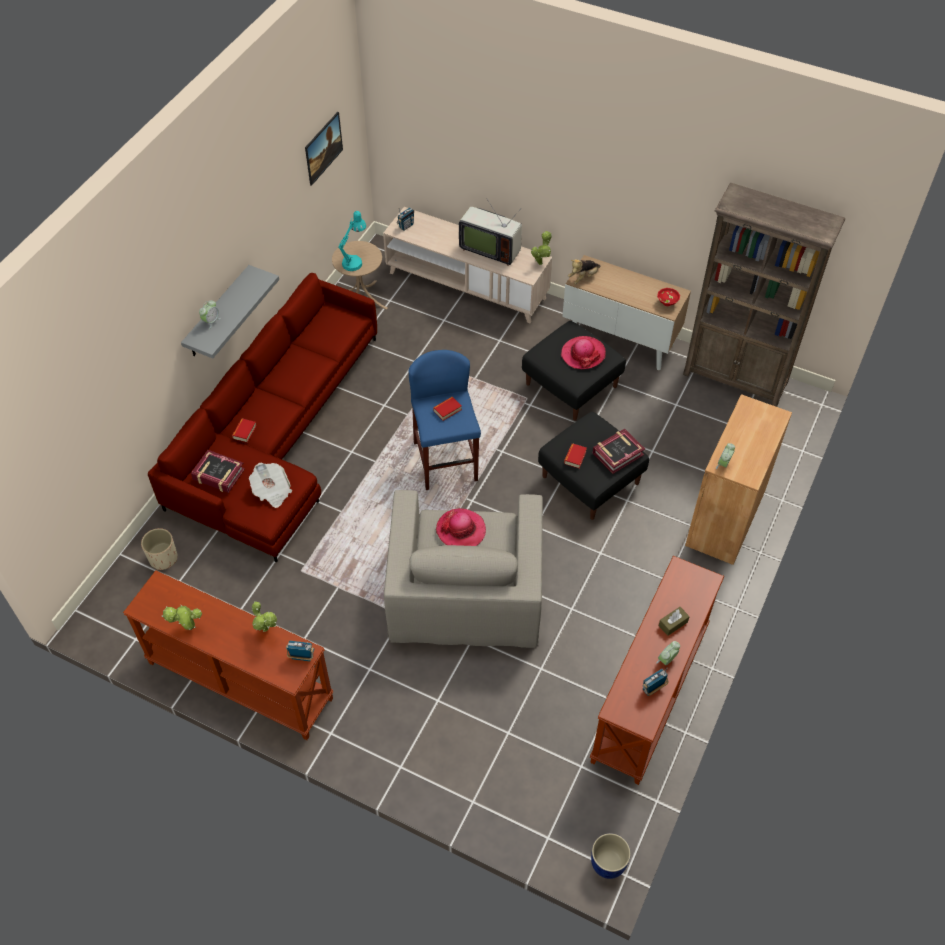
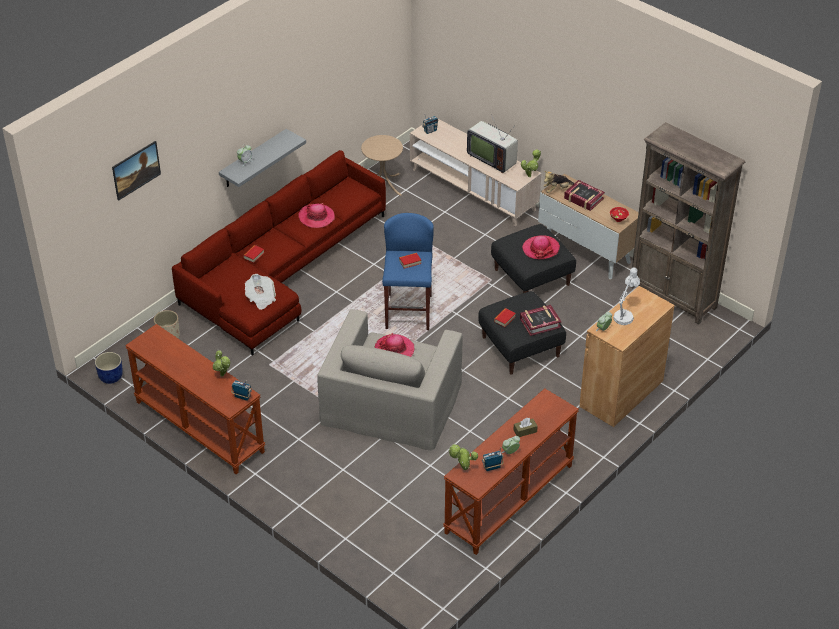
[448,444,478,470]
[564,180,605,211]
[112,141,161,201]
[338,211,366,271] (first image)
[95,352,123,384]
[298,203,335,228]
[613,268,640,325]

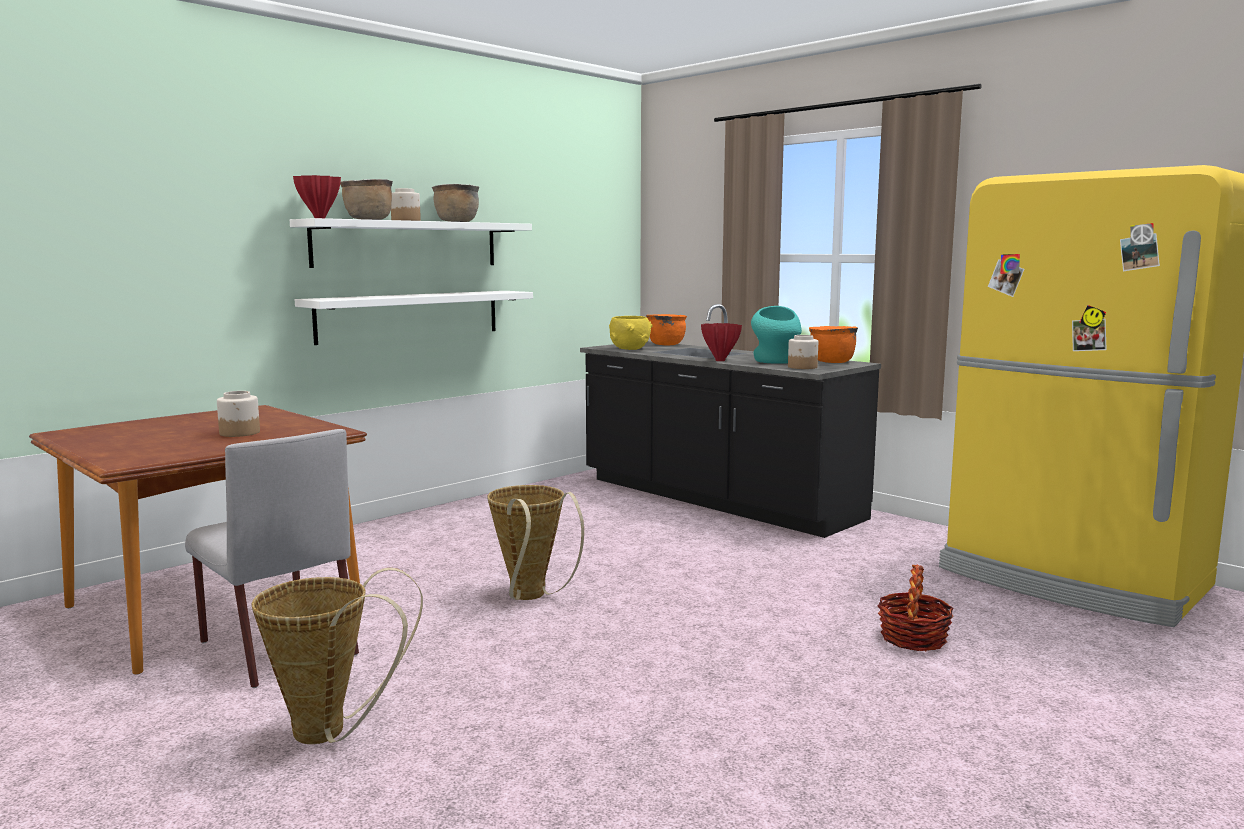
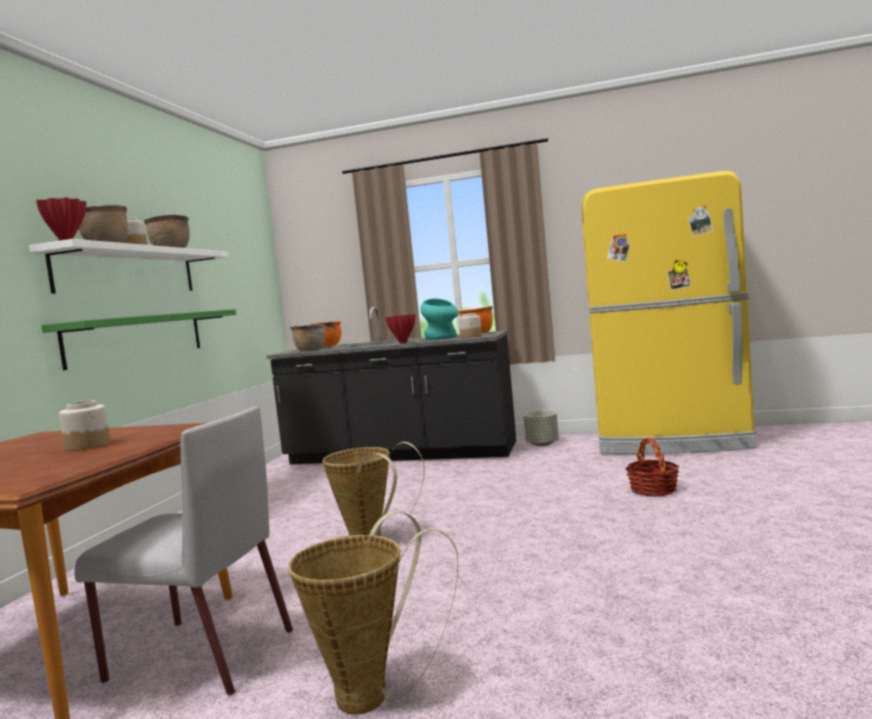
[41,309,236,371]
[290,324,325,351]
[523,410,559,446]

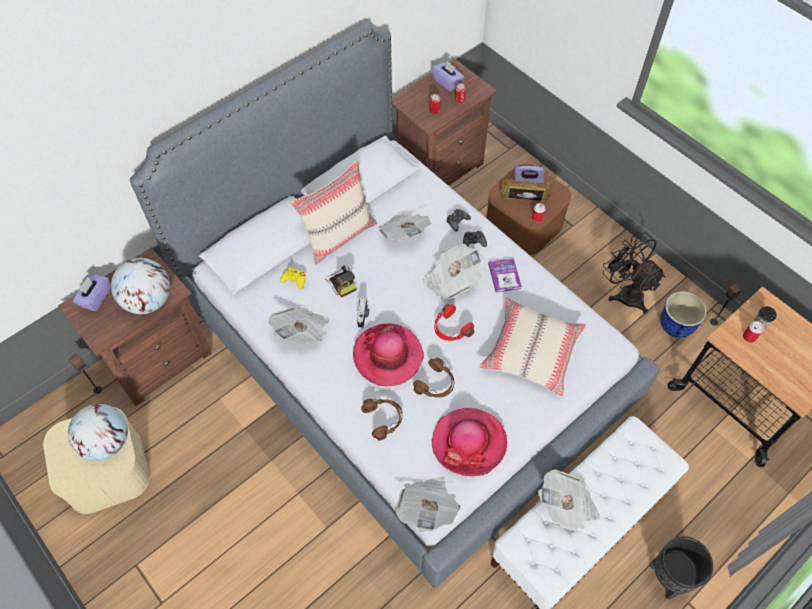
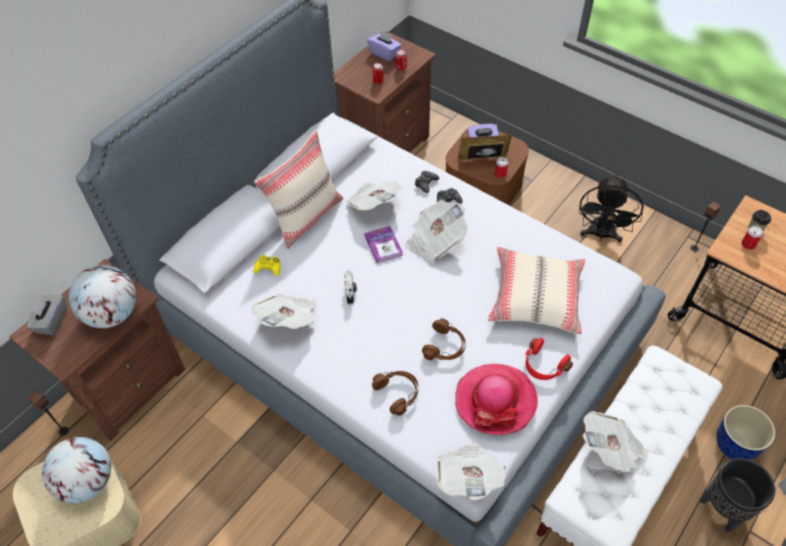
[26,295,67,335]
[325,265,357,297] (first image)
[353,323,424,386] (first image)
[526,338,573,380]
[364,226,403,263]
[579,174,643,242]
[716,405,776,460]

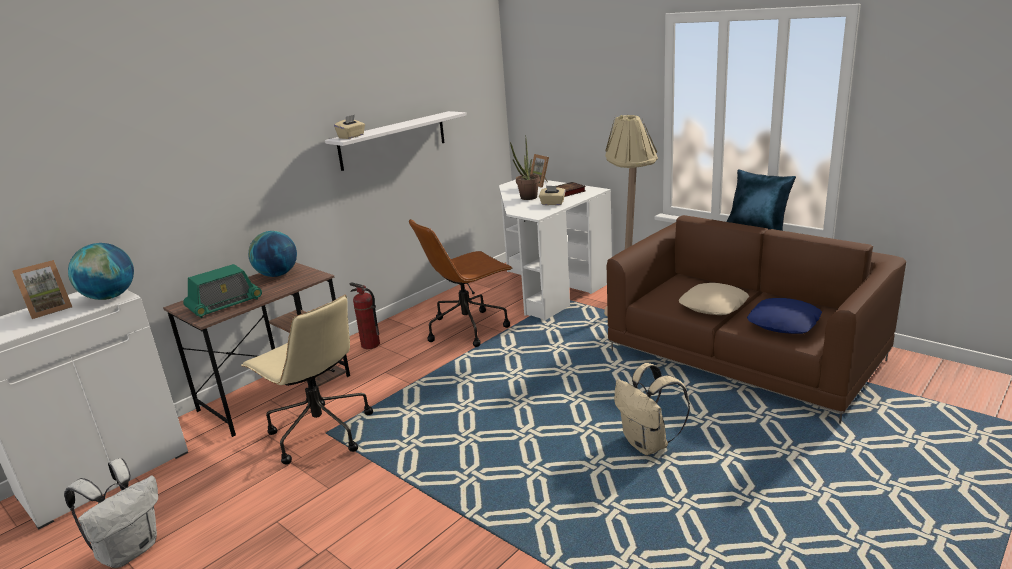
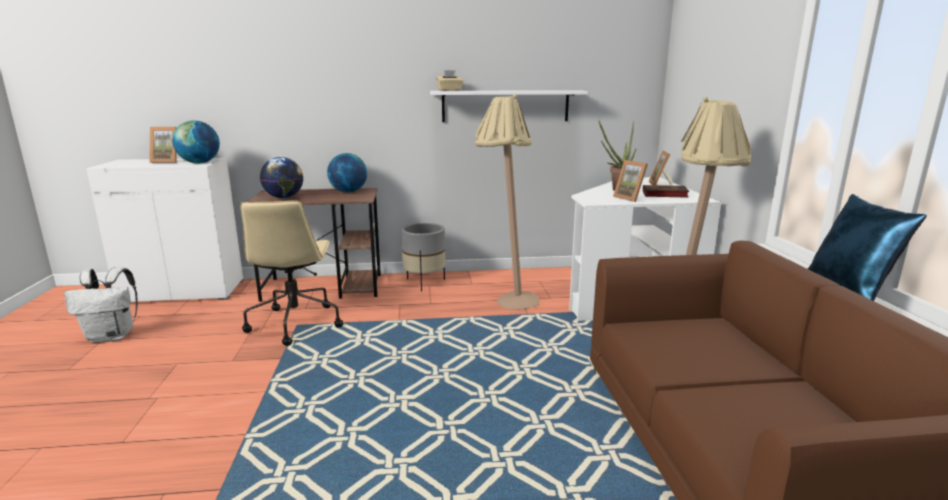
[260,157,303,198]
[401,223,445,292]
[475,94,540,310]
[613,160,648,202]
[614,363,690,455] (first image)
[679,283,749,315] (first image)
[747,298,822,334] (first image)

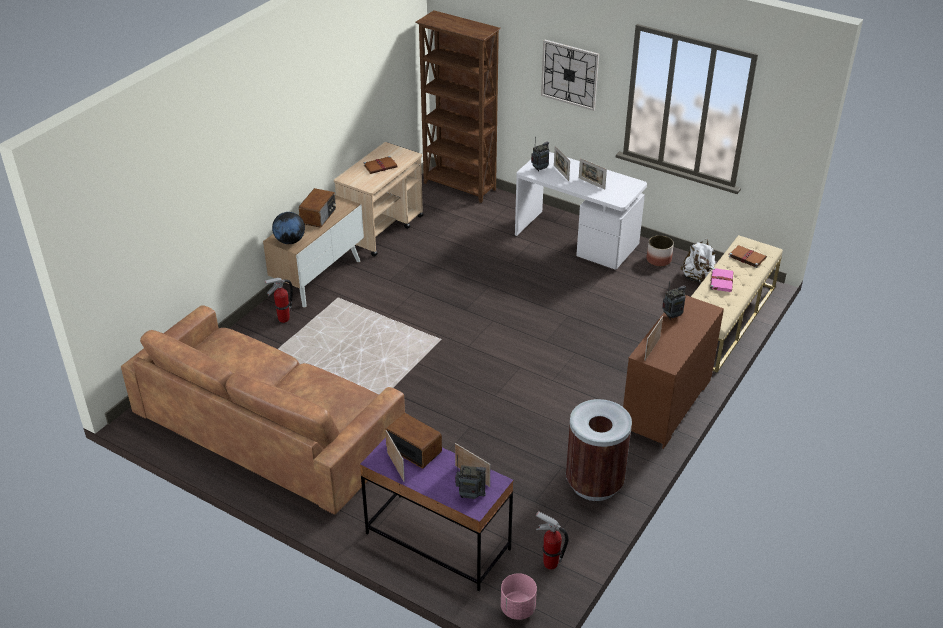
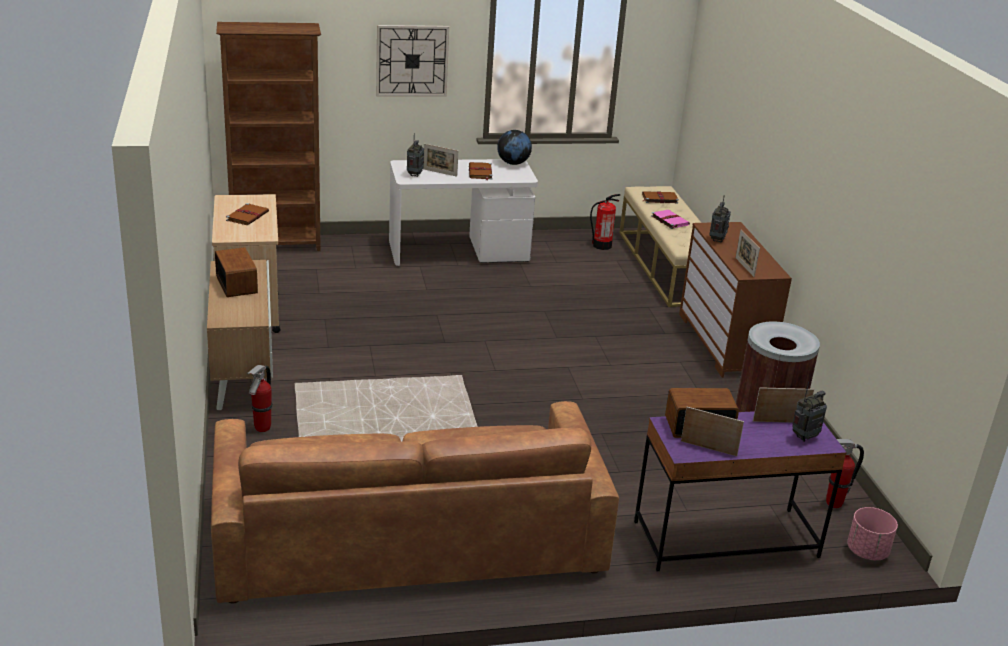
[497,130,532,165]
[469,162,492,180]
[646,235,674,266] (first image)
[590,194,620,250]

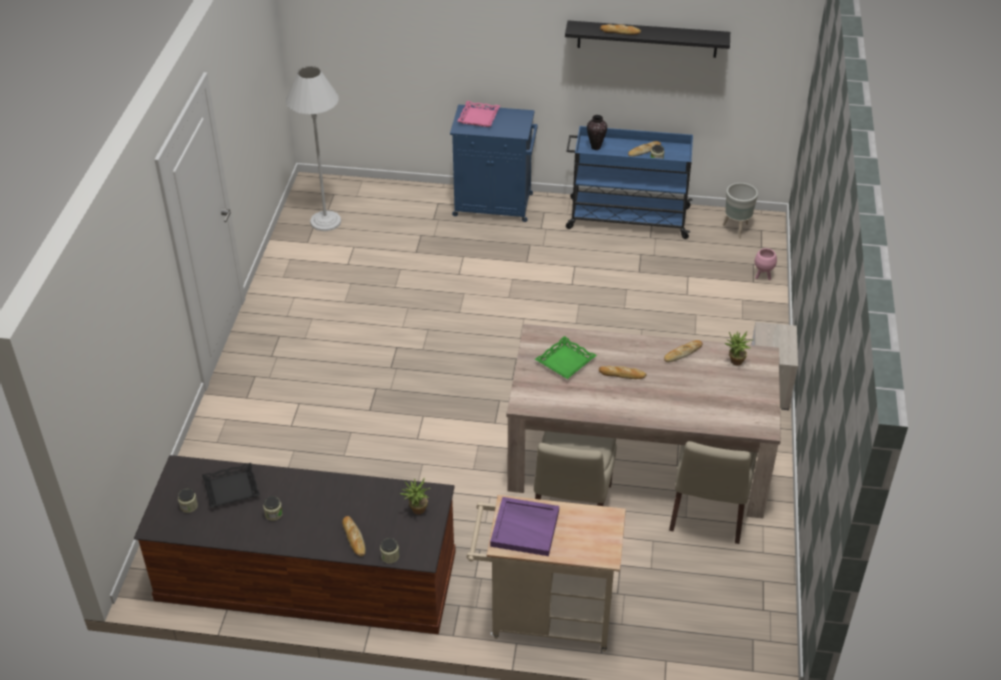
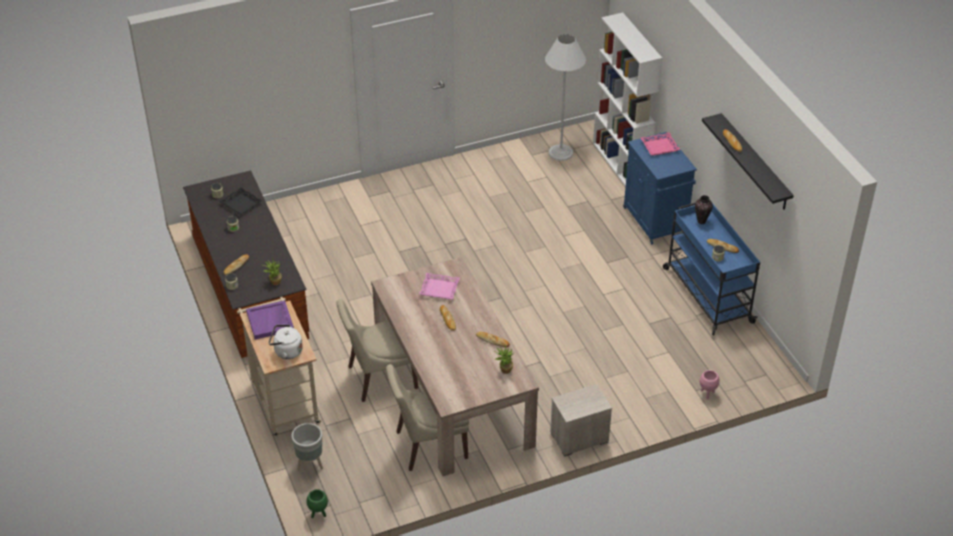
[419,273,460,299]
[291,423,323,471]
[269,324,303,359]
[307,489,328,518]
[593,13,662,187]

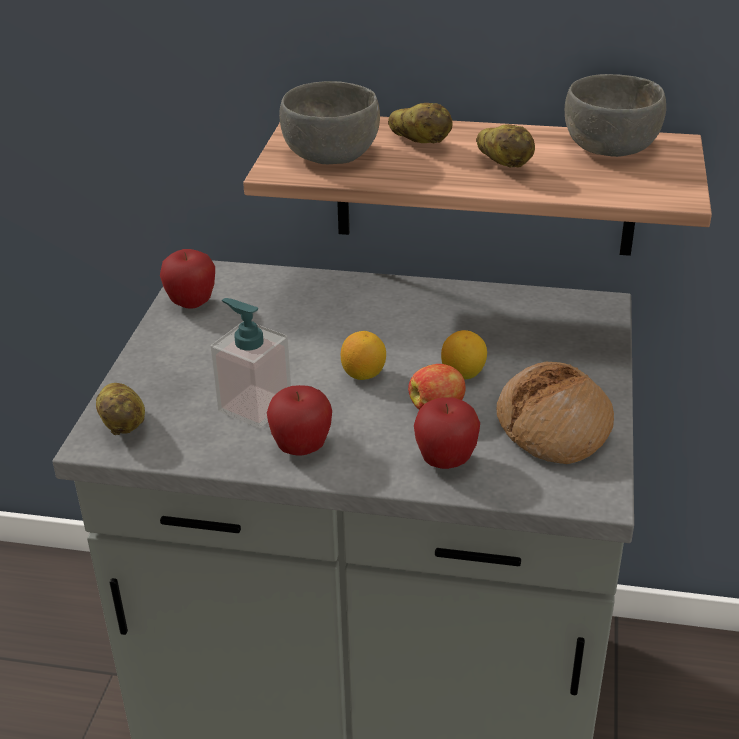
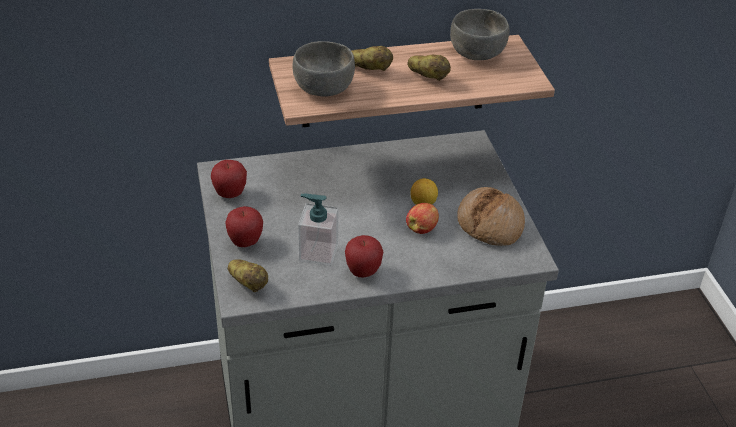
[341,331,386,380] (first image)
[225,206,263,247]

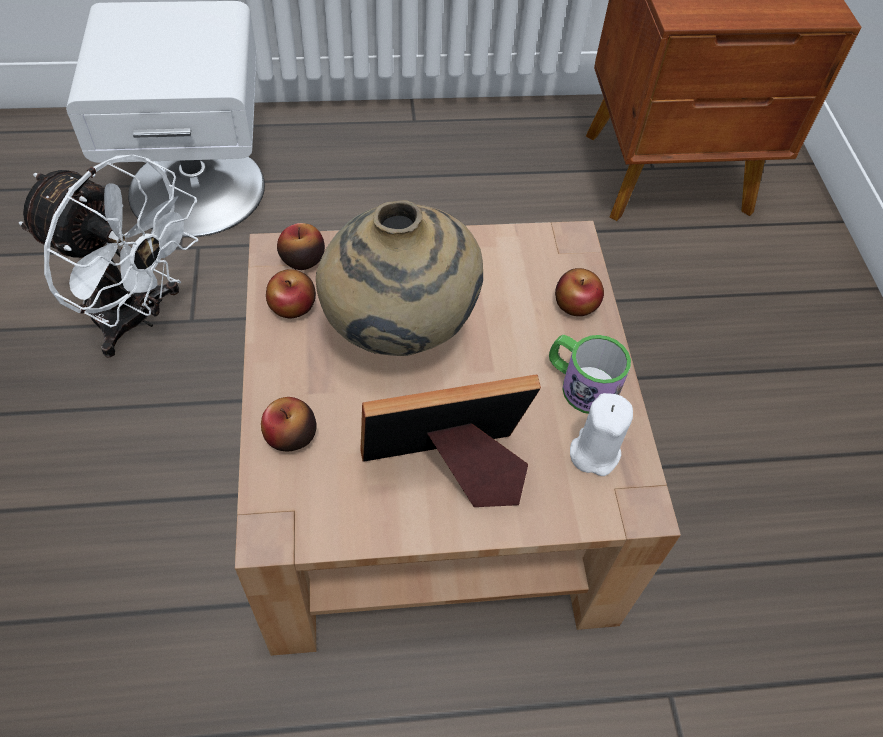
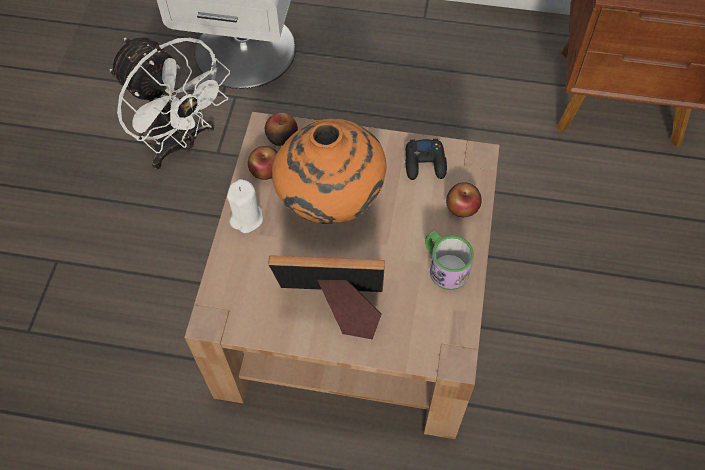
[261,397,317,451] (first image)
[272,119,386,224]
[227,179,263,233]
[405,139,447,180]

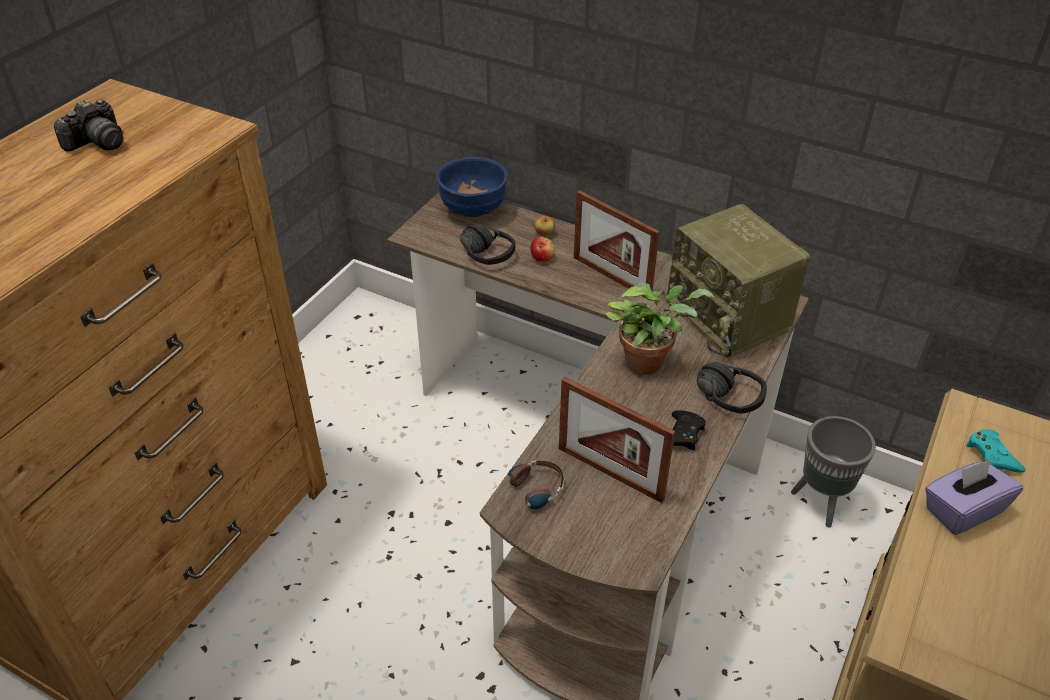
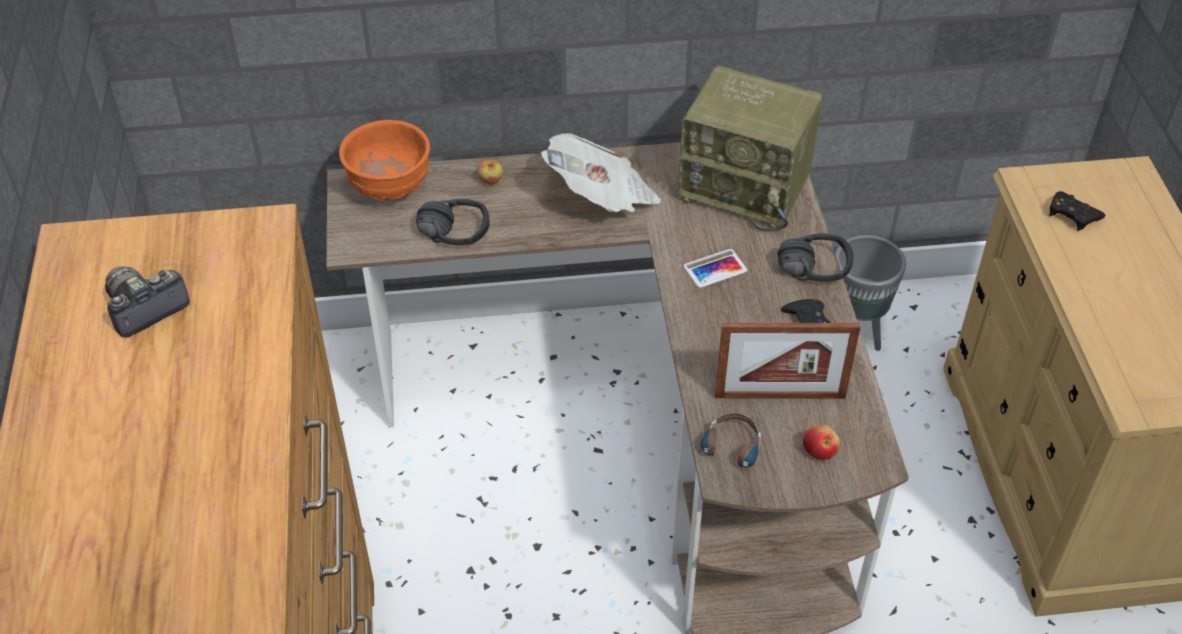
[105,266,190,338]
[339,120,430,201]
[803,425,840,460]
[541,133,661,213]
[683,249,747,288]
[925,459,1023,535] (first image)
[1049,191,1106,231]

